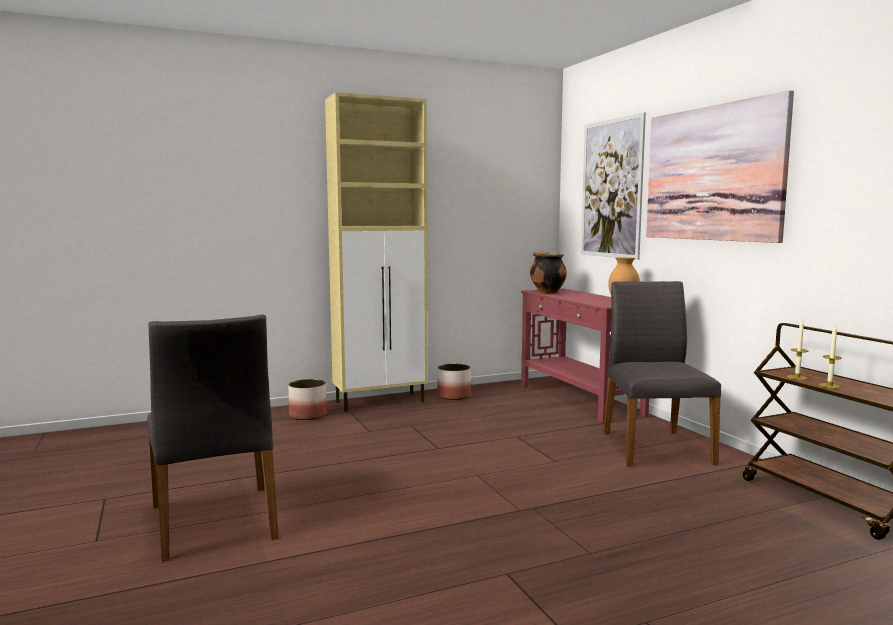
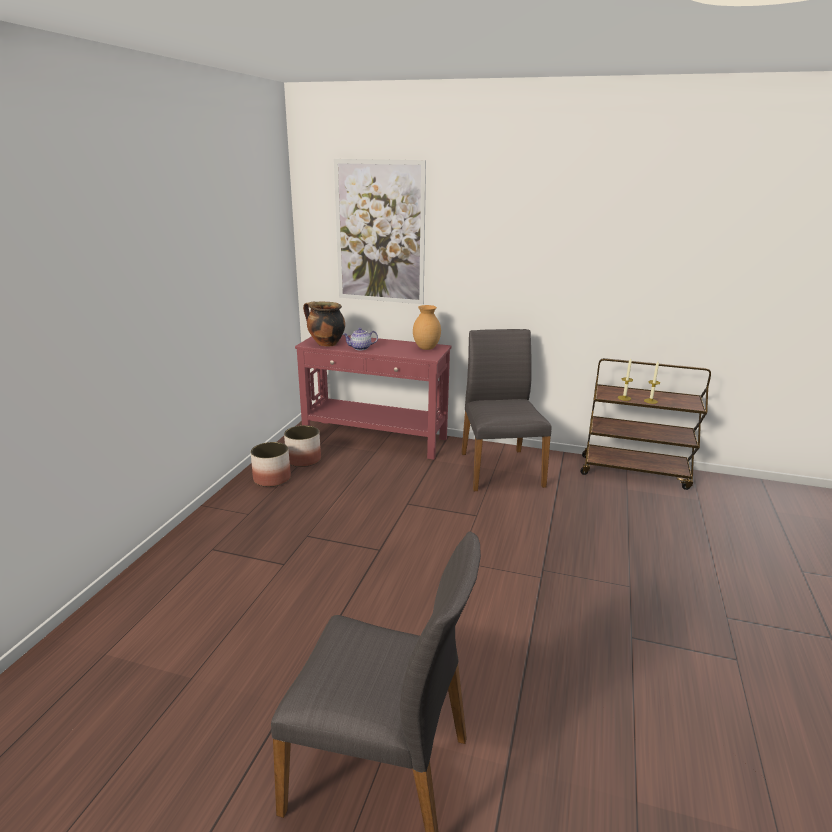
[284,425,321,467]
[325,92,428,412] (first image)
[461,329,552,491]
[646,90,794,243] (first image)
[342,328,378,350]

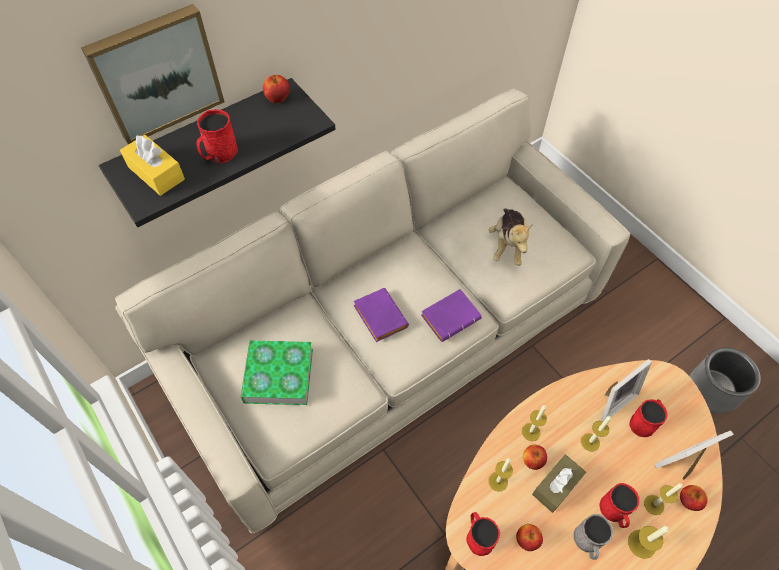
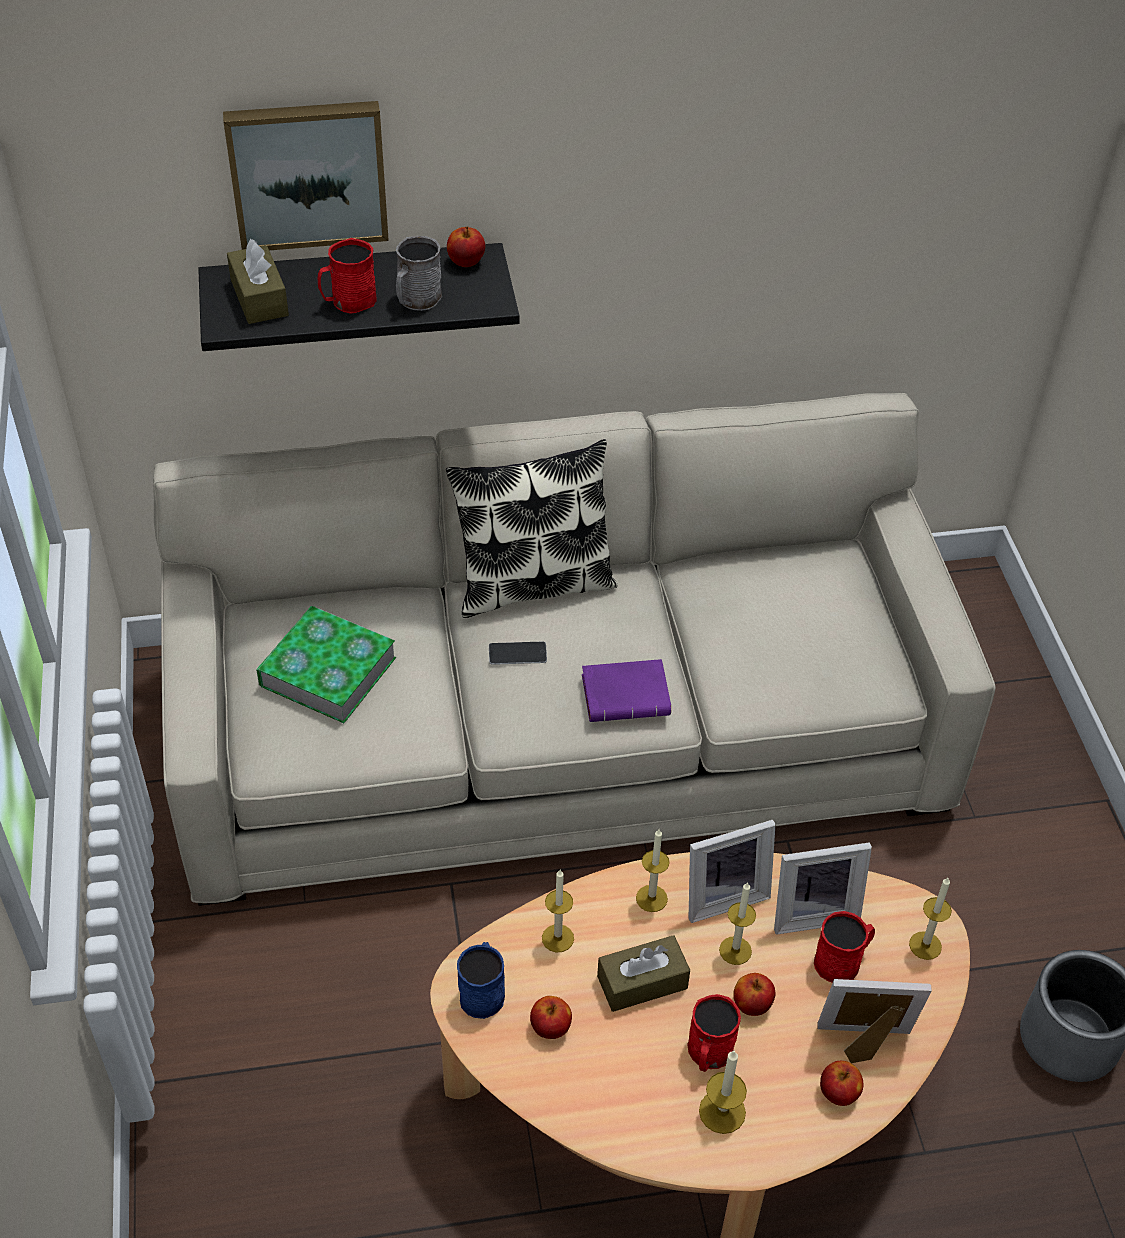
[227,239,289,324]
[489,641,547,665]
[457,942,505,1019]
[489,208,533,266] (first image)
[733,973,775,1016]
[396,236,442,311]
[909,878,952,960]
[446,439,617,618]
[688,820,776,923]

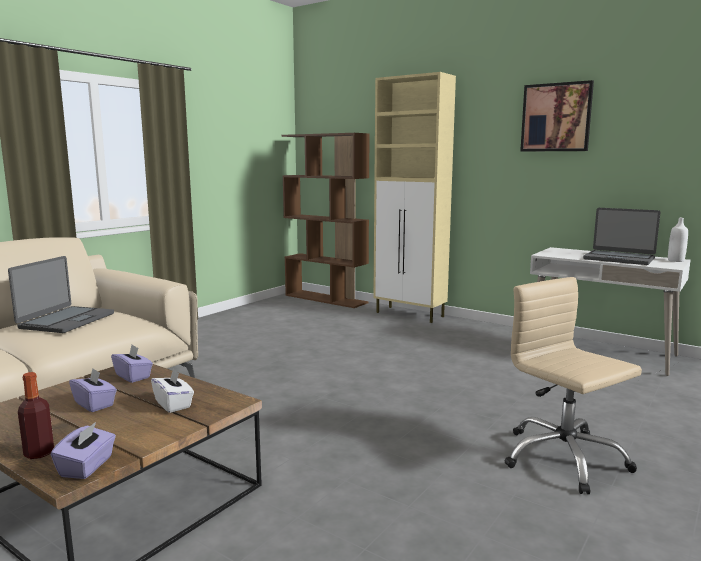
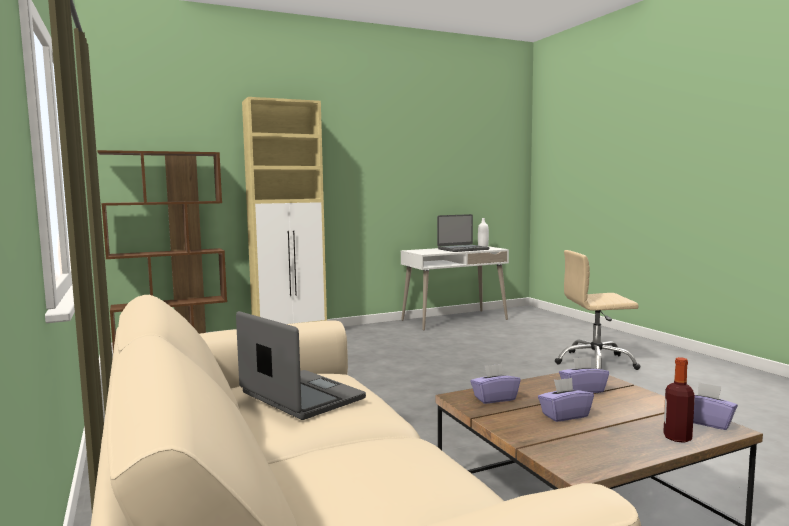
[559,357,609,393]
[520,80,594,152] (first image)

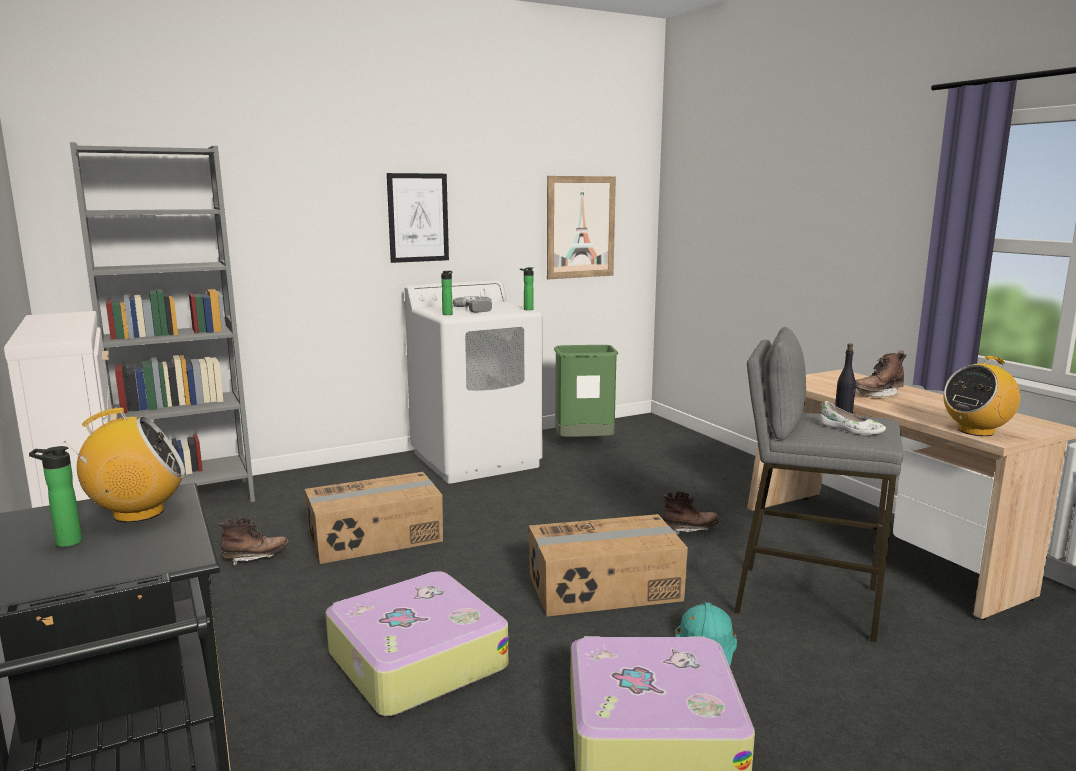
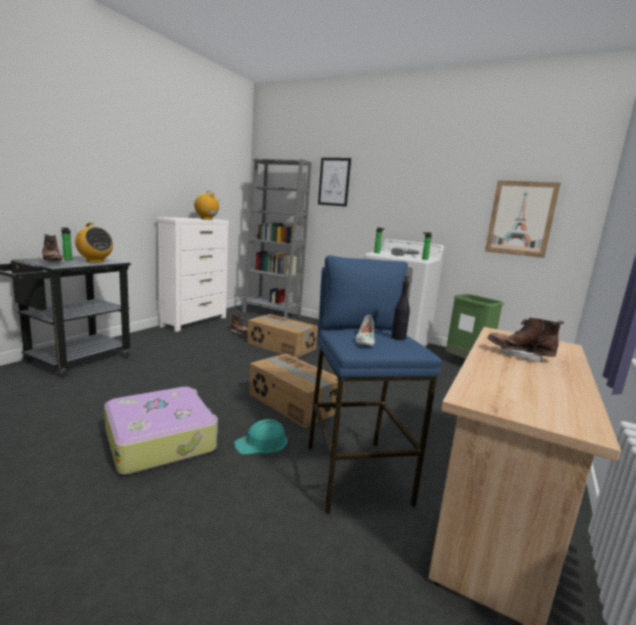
[325,571,508,716] (first image)
[318,158,351,207]
[38,234,64,263]
[308,255,442,514]
[194,191,219,220]

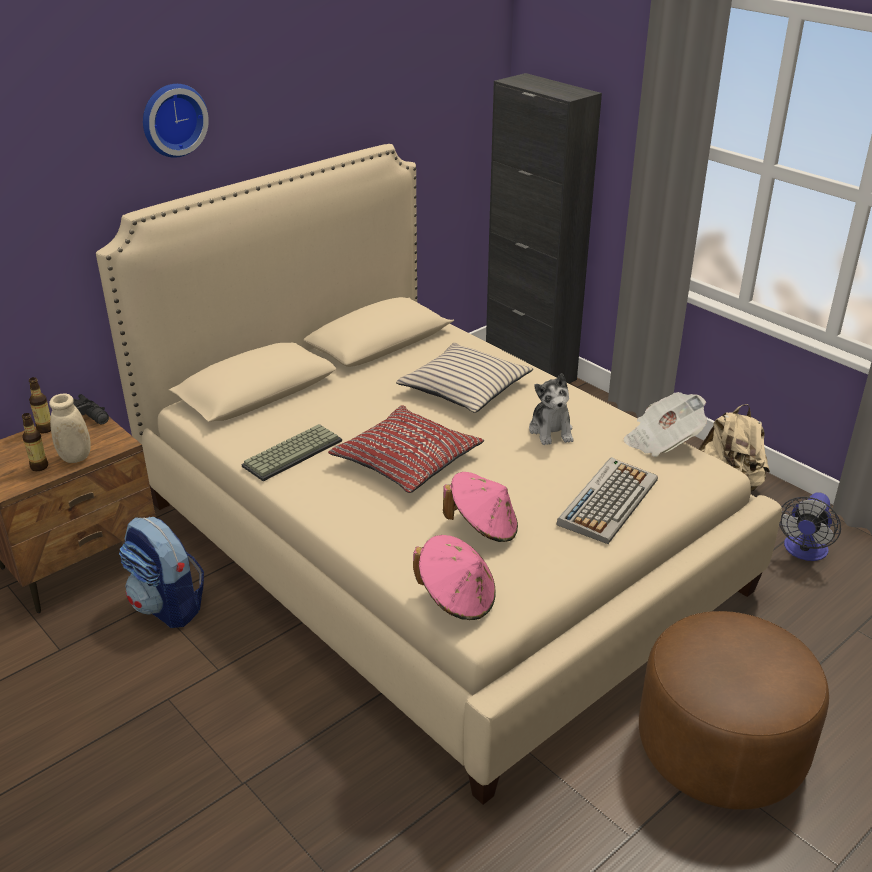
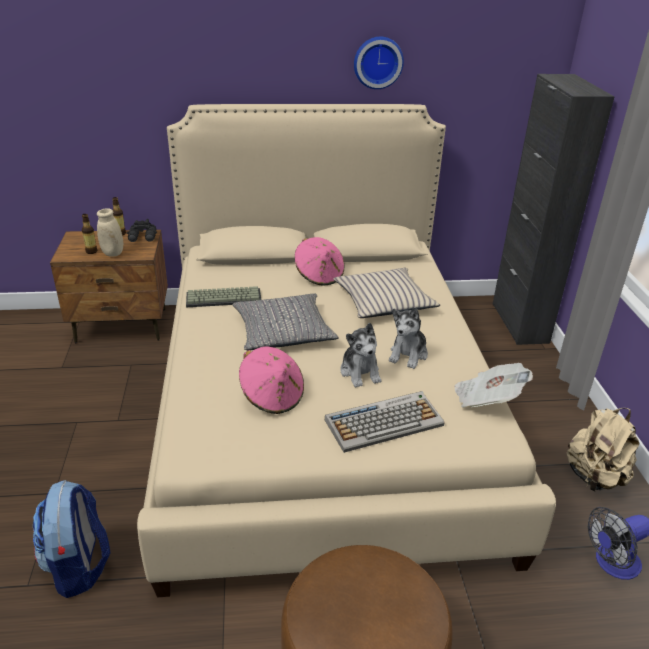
[33,480,110,598]
[354,37,404,89]
[233,293,339,350]
[295,237,345,286]
[340,323,381,387]

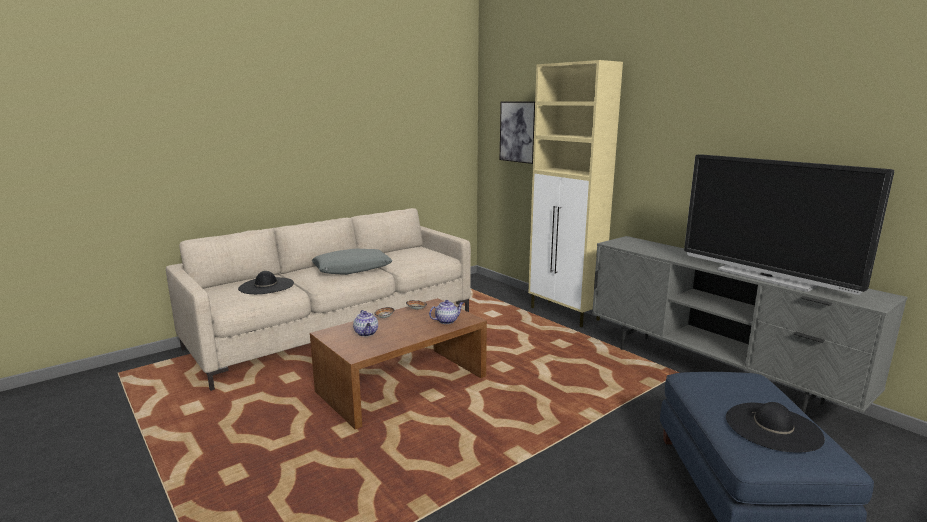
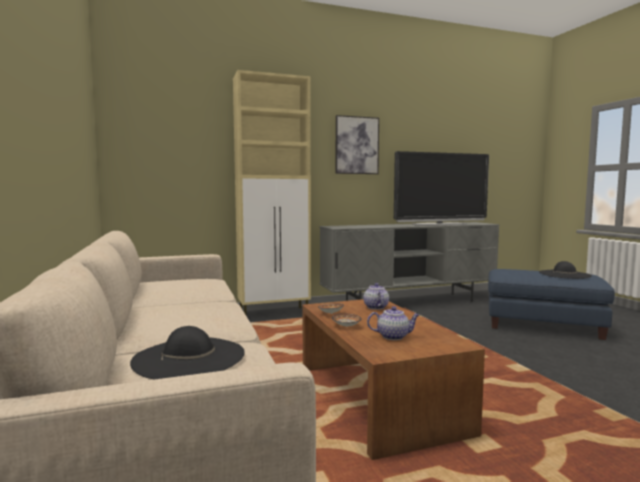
[312,248,392,275] (first image)
[335,115,379,174]

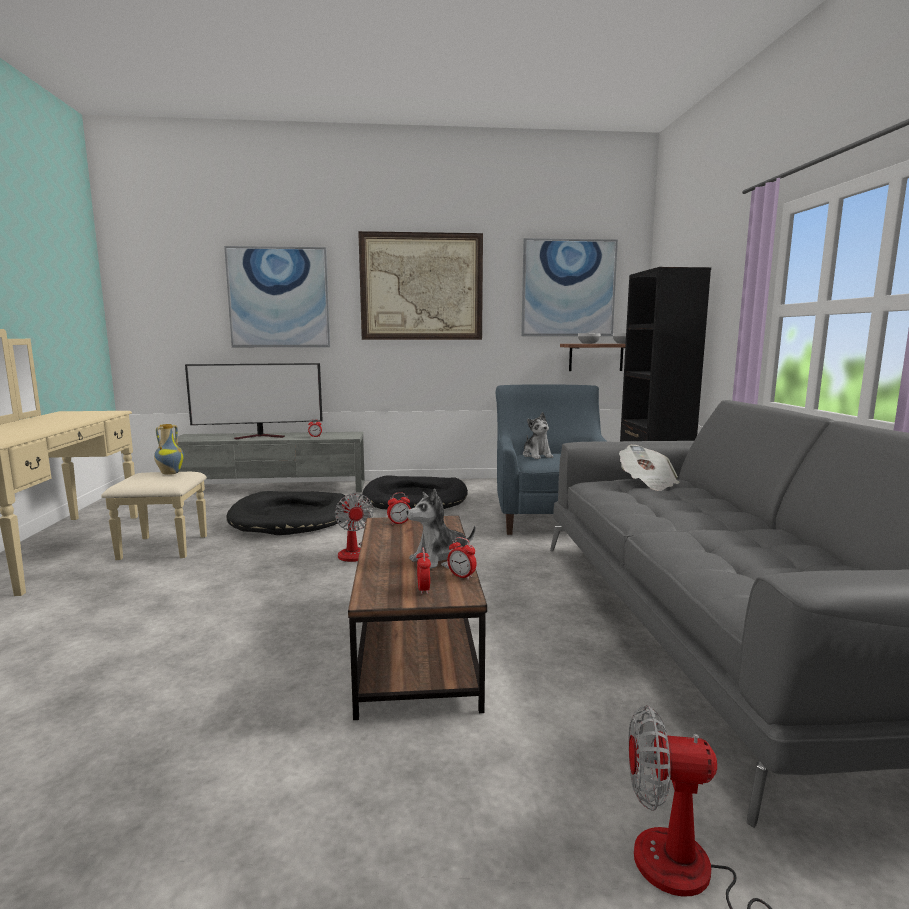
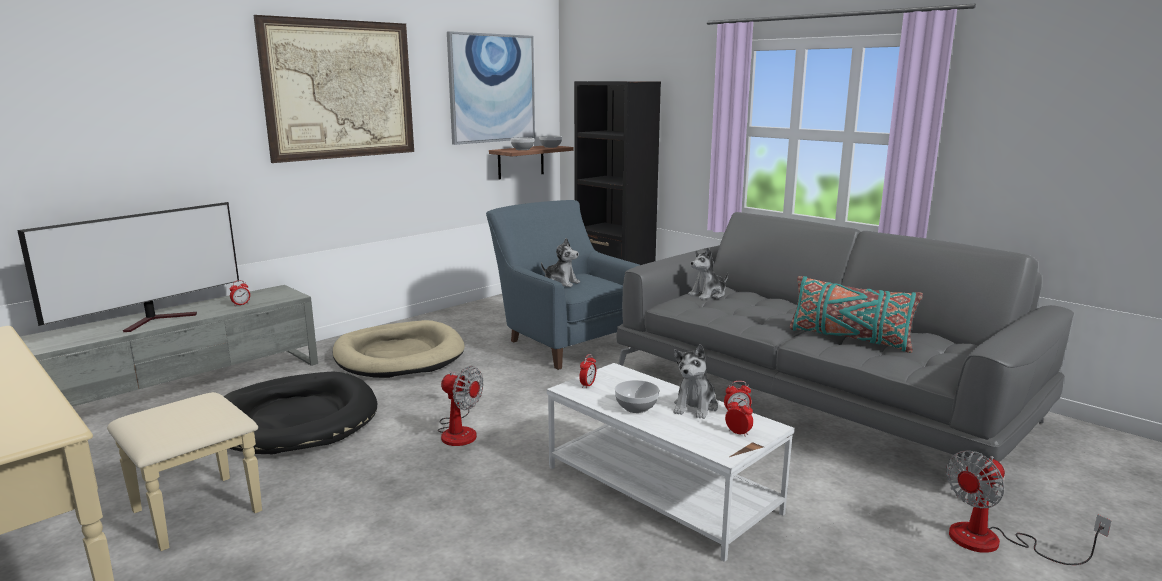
[154,424,184,475] (first image)
[224,246,330,347] (first image)
[547,363,795,562]
[333,320,465,378]
[688,248,728,300]
[615,380,659,413]
[790,276,923,353]

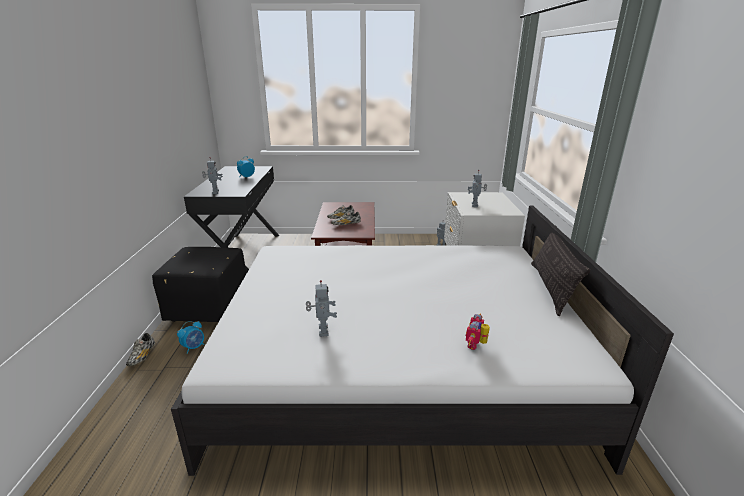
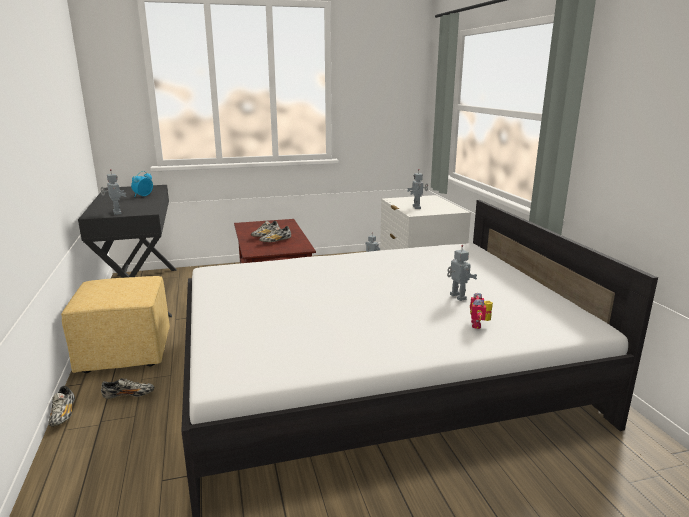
[61,276,170,373]
[101,378,154,399]
[447,245,477,301]
[531,225,590,316] (first image)

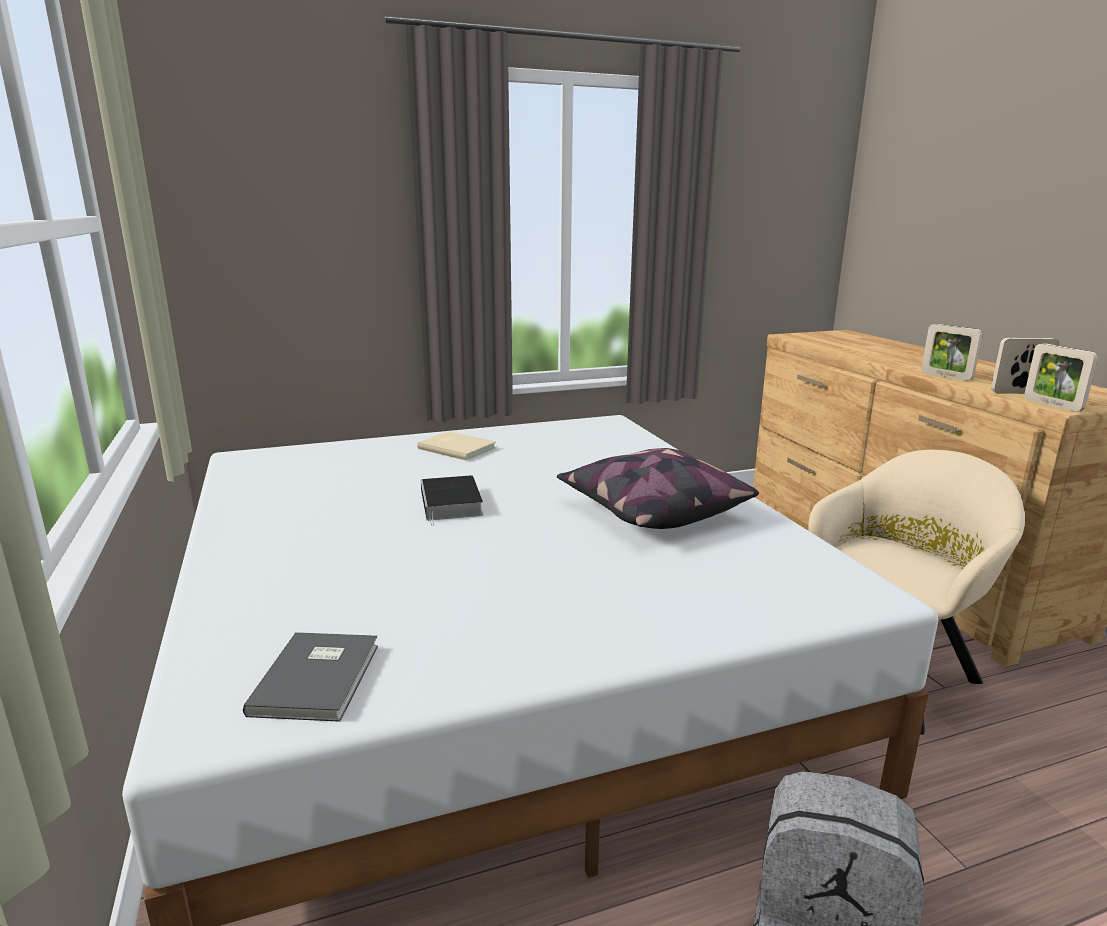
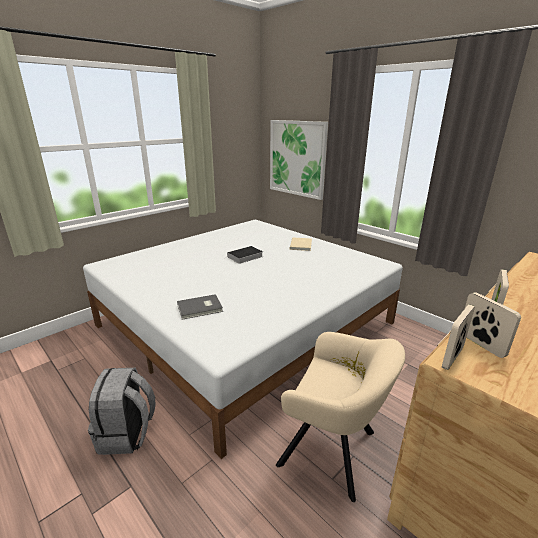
[177,294,223,320]
[557,448,759,529] (first image)
[270,120,328,200]

